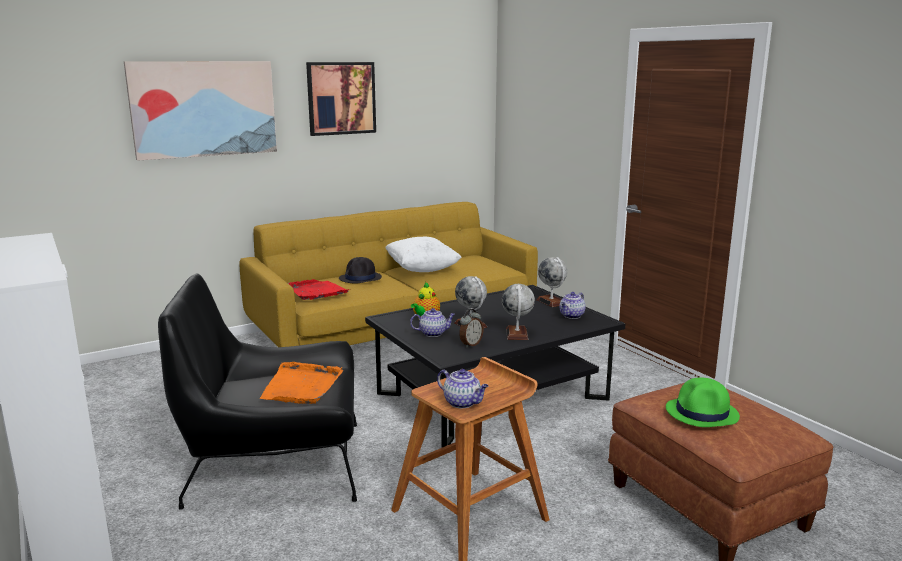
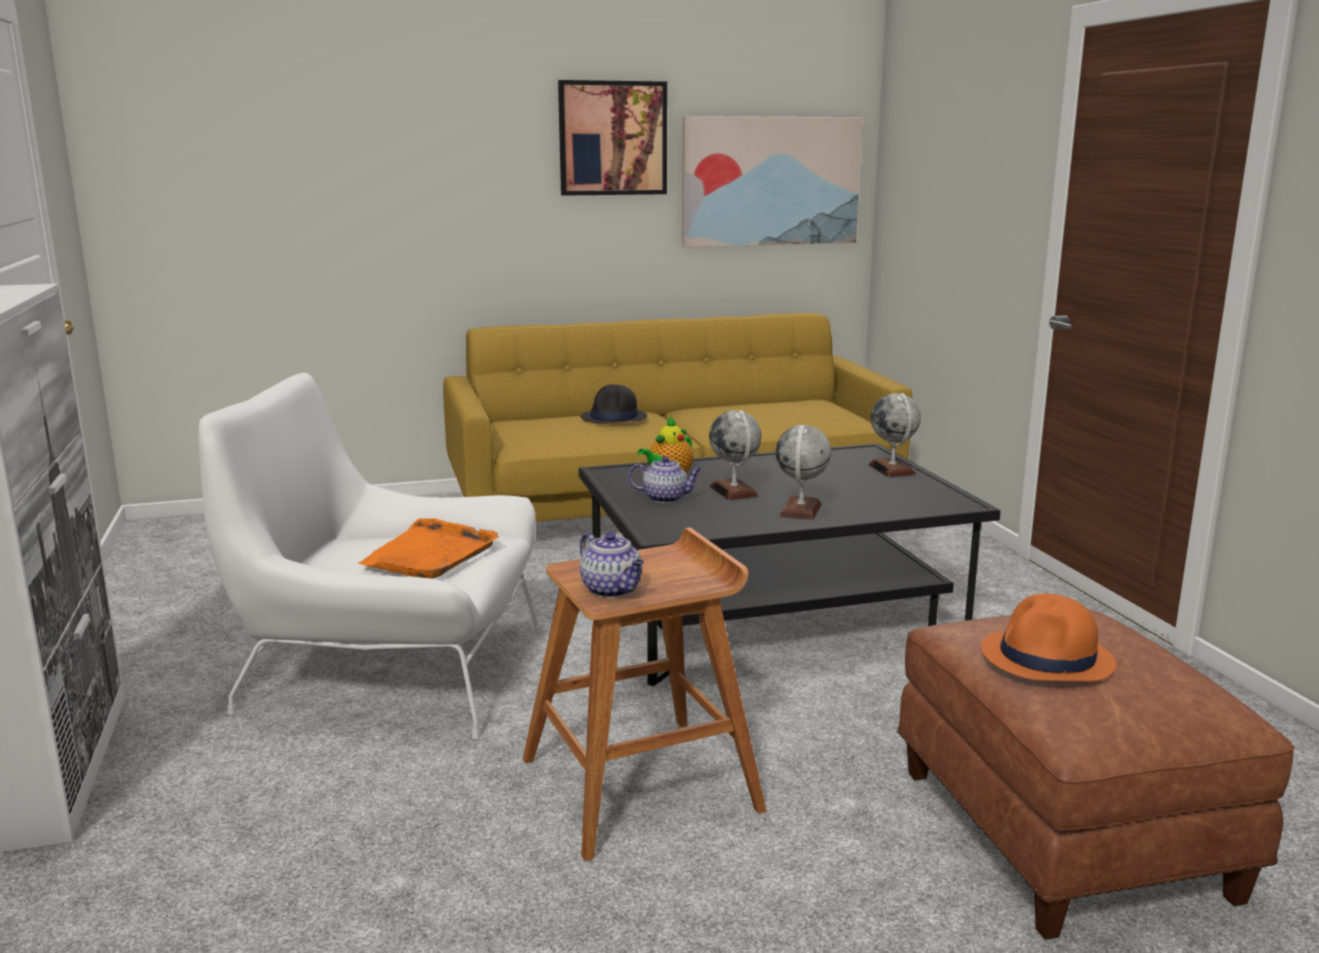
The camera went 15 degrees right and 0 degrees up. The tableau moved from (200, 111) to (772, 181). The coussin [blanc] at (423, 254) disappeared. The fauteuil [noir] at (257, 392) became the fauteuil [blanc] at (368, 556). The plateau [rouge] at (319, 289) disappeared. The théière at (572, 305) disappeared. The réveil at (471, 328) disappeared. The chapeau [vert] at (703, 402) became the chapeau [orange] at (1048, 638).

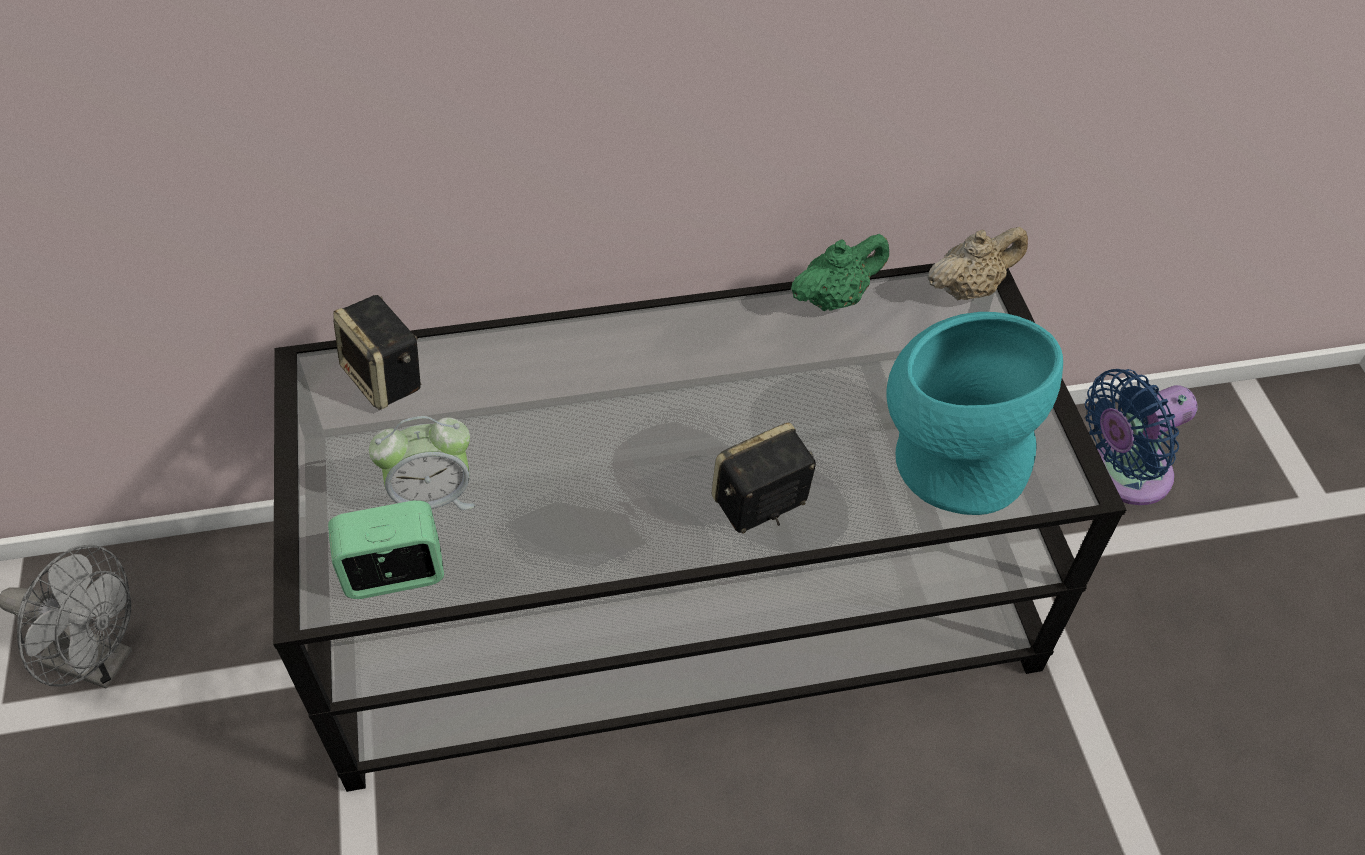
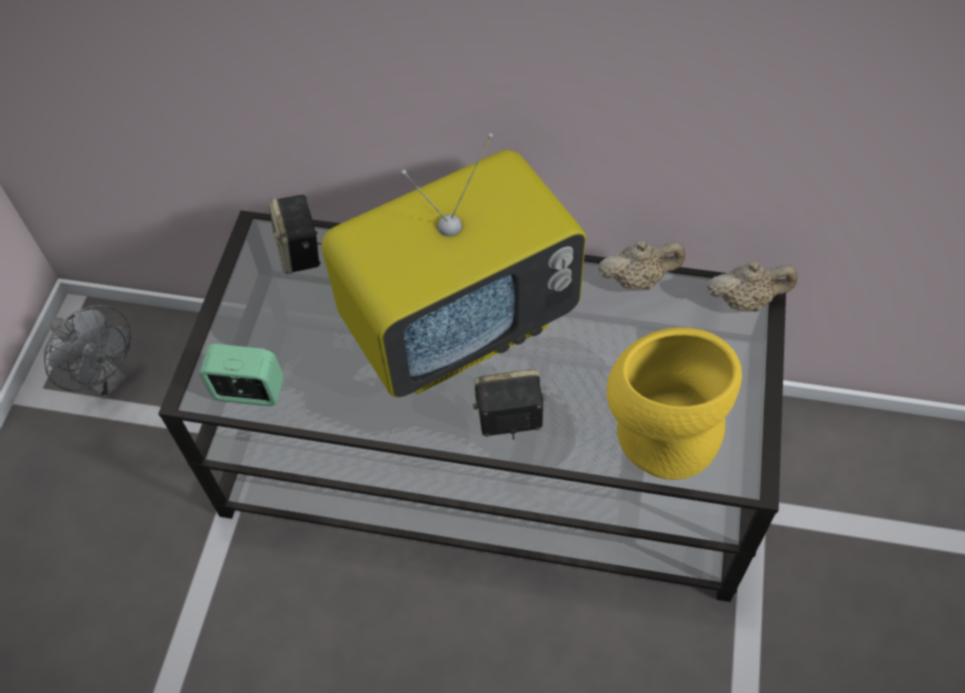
The camera went 25 degrees right and 5 degrees up. The théière [vert] at (839, 272) became the théière [beige] at (641, 265). The vase [turquoise] at (974, 413) became the vase [jaune] at (674, 403). The ventilateur [bleu] at (1141, 437) disappeared. The réveil at (422, 463) disappeared. The téléviseur at (454, 265) appeared.

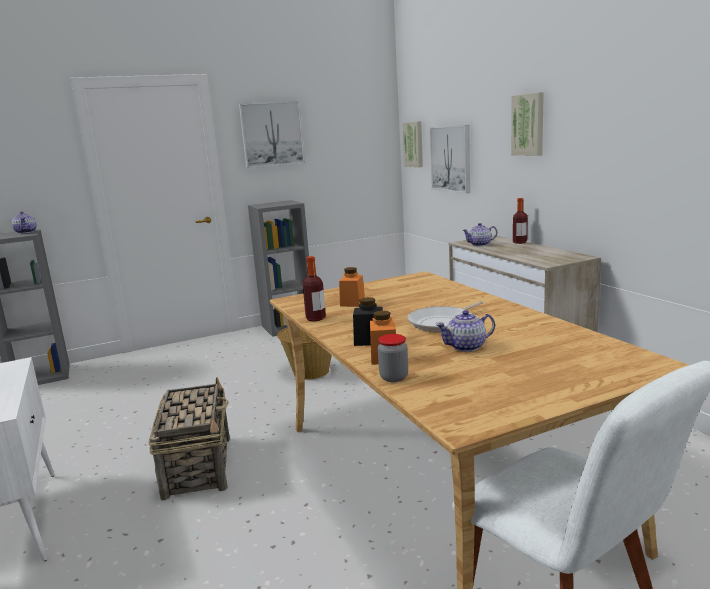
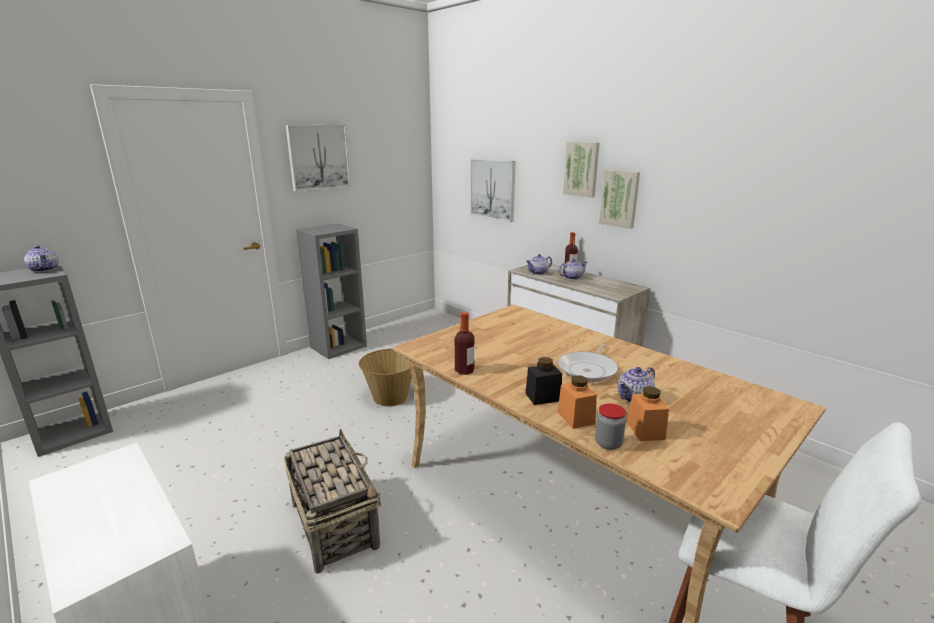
The camera went 20 degrees left and 5 degrees up. The tableau moved from (413, 144) to (619, 199). The bocal [orange] moved from (352, 287) to (648, 413). The théière at (572, 269) appeared.

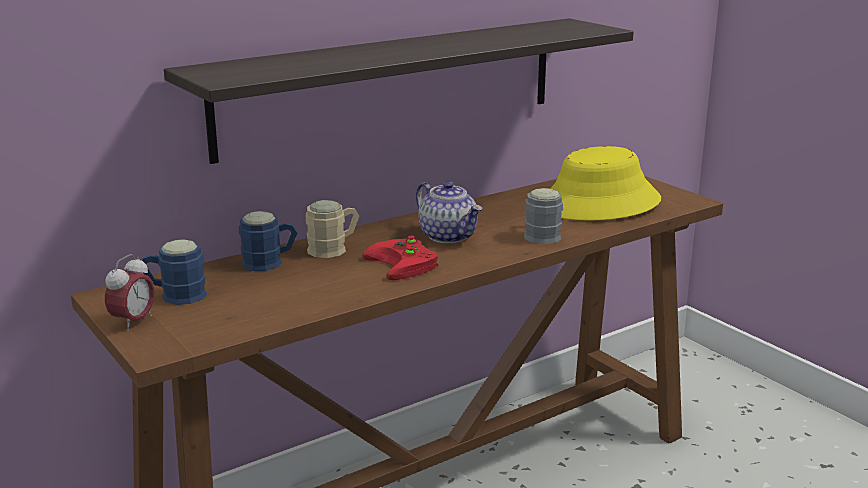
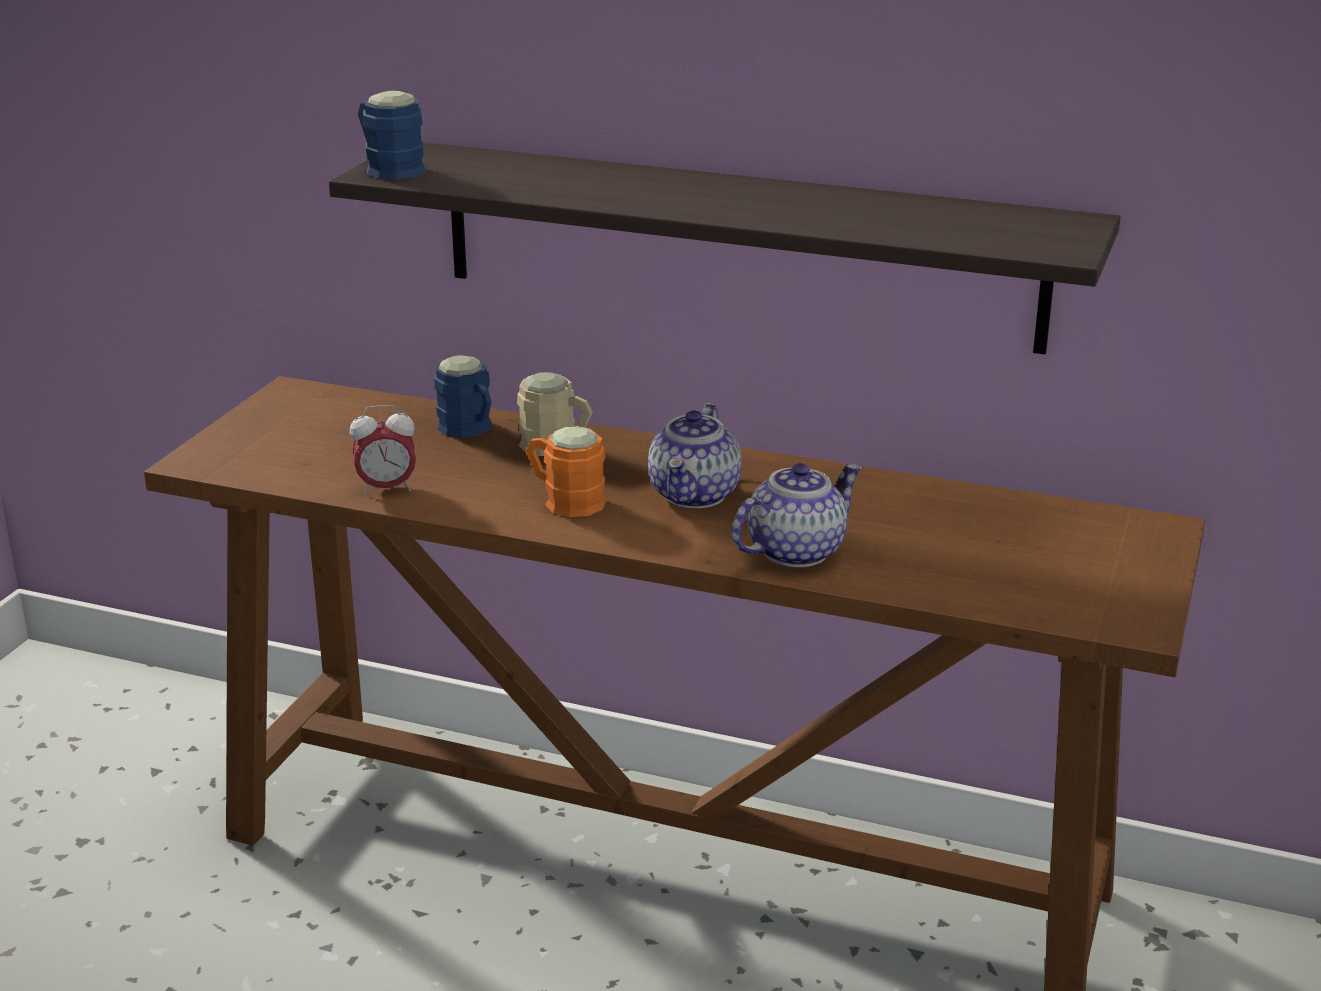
The camera went 55 degrees right and 5 degrees up. The chapeau [jaune] at (605, 183) disappeared. The mug [gris] at (543, 216) was replaced by the théière at (797, 515). The manette [rouge] at (400, 257) was replaced by the mug [orange] at (565, 471). The mug [bleu] moved from (174, 272) to (392, 135). The réveil moved from (130, 292) to (383, 450).

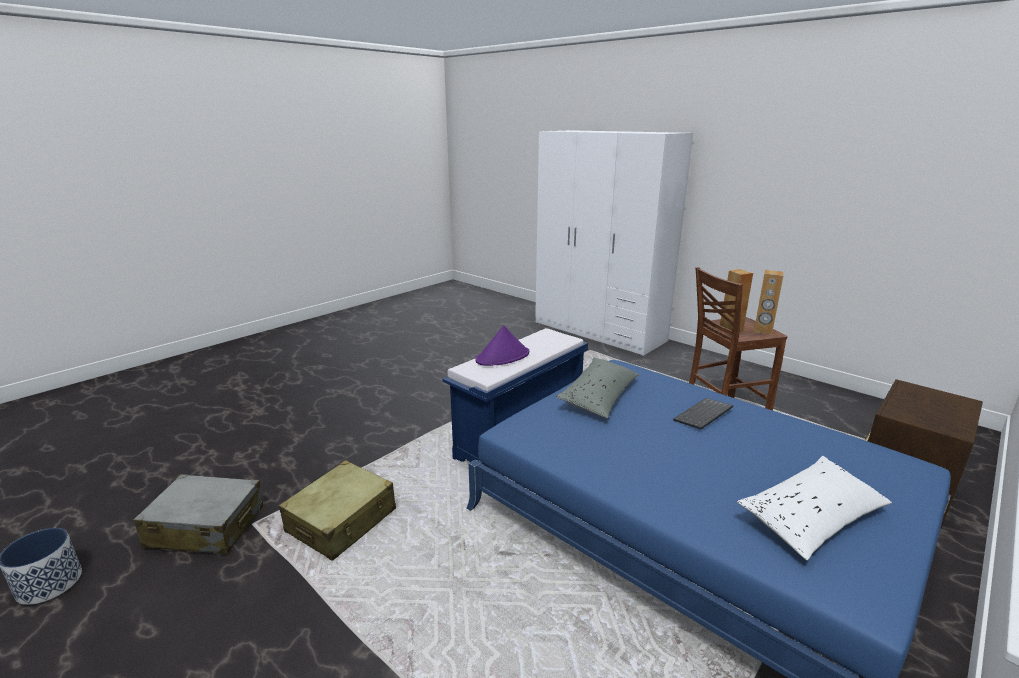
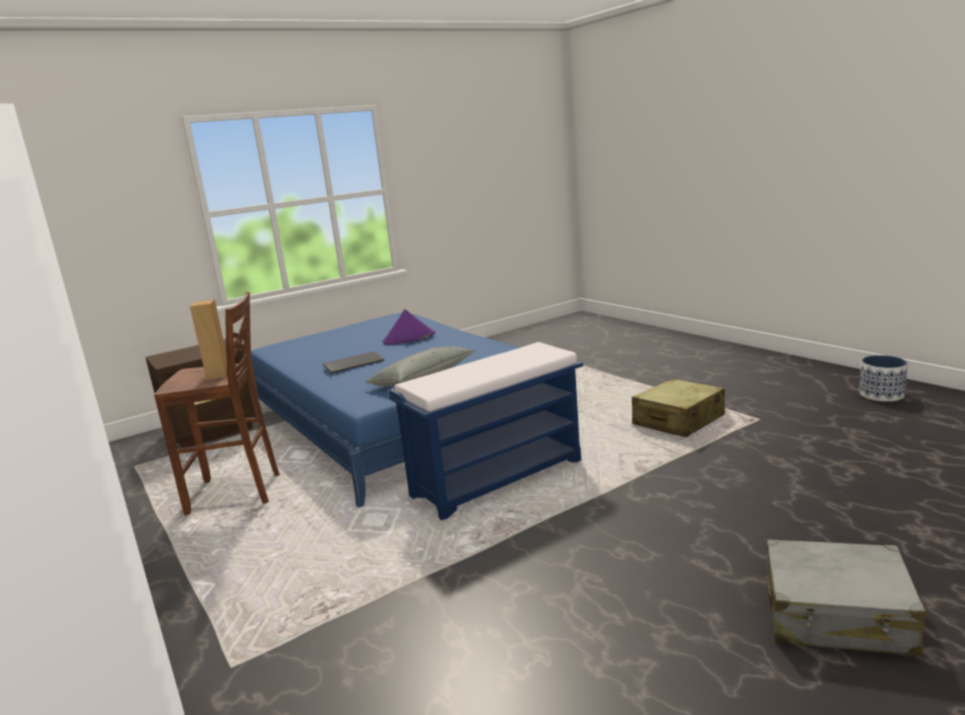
The camera went 165 degrees left and 5 degrees down. The enceinte [marron] at (769, 302) disappeared. The chapeau [violet] moved from (502, 345) to (409, 326). The coussin [blanc] at (814, 508) disappeared. The valise [gris] moved from (198, 514) to (846, 597).

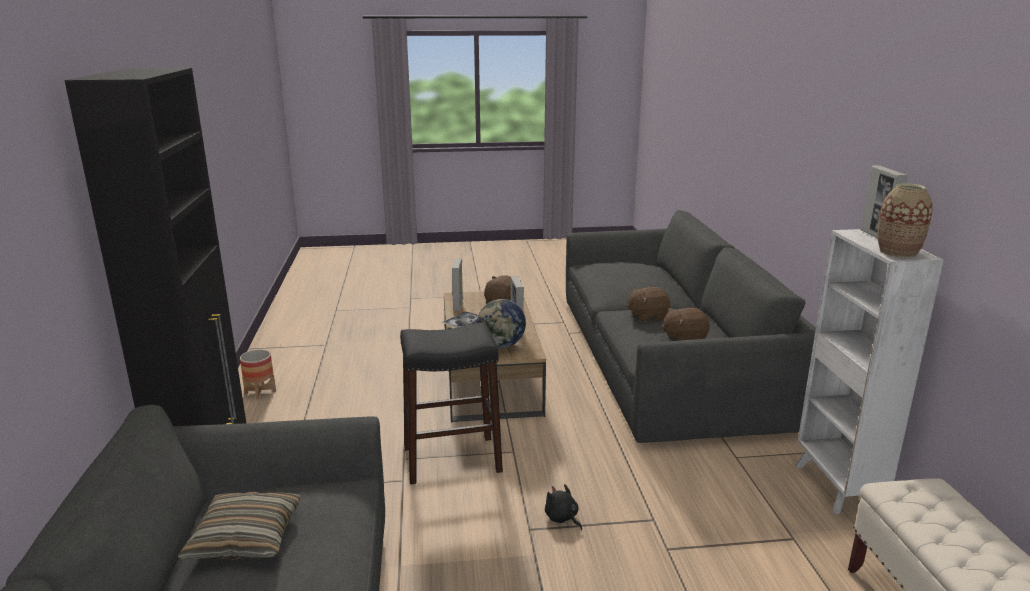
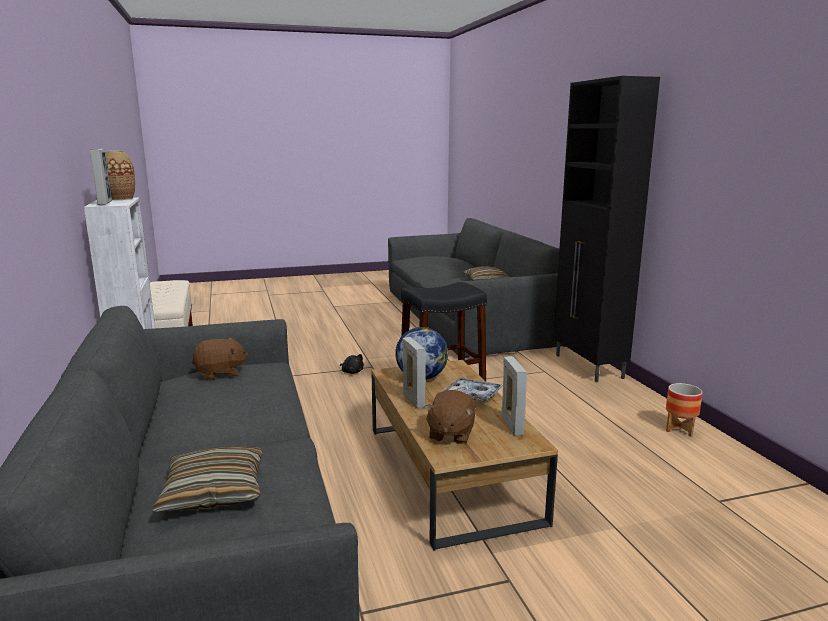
The camera went 170 degrees right and 5 degrees down. The peluche [marron] at (648, 304) disappeared. The coussin at (207, 479) appeared.

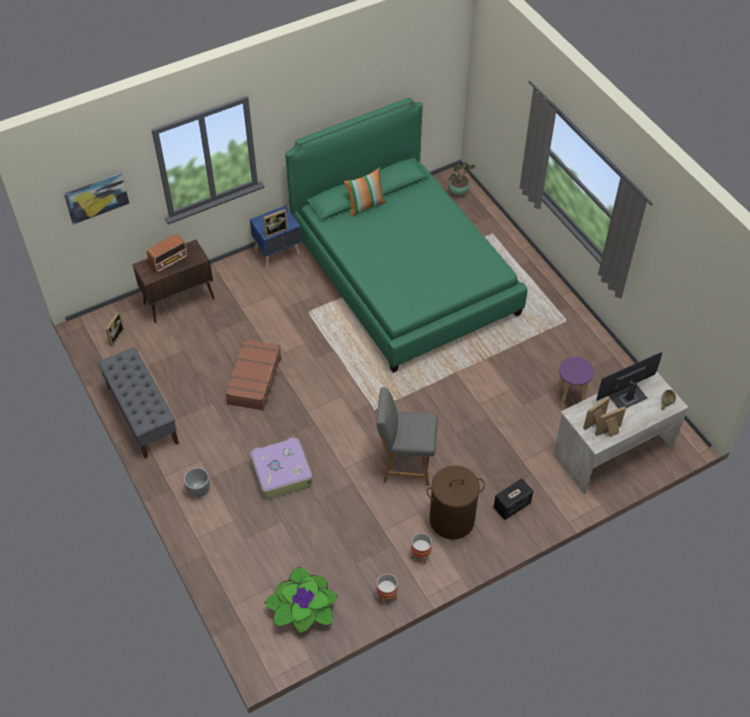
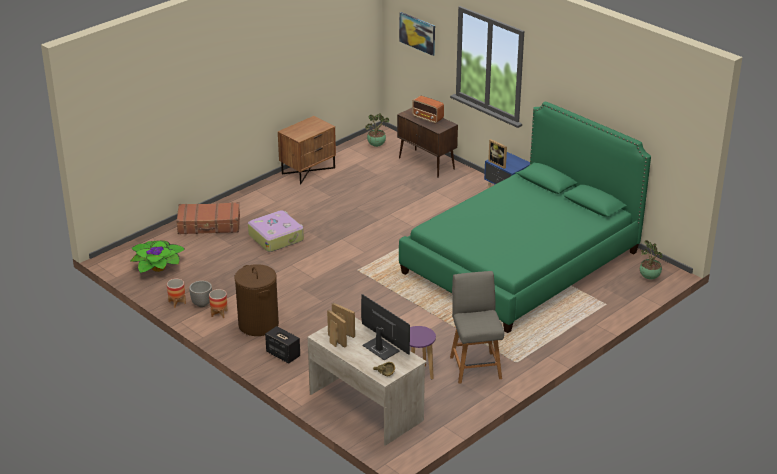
The camera went 75 degrees right and 20 degrees down. The coussin at (365, 192) disappeared. The cadre photo at (115, 329) was replaced by the plante en pot at (377, 130). The valise [marron] moved from (254, 375) to (208, 218). The banc [gris] at (138, 403) was replaced by the table de chevet [marron] at (307, 150). The chaise [gris] moved from (407, 436) to (477, 327). The cache-pot moved from (197, 482) to (200, 294).

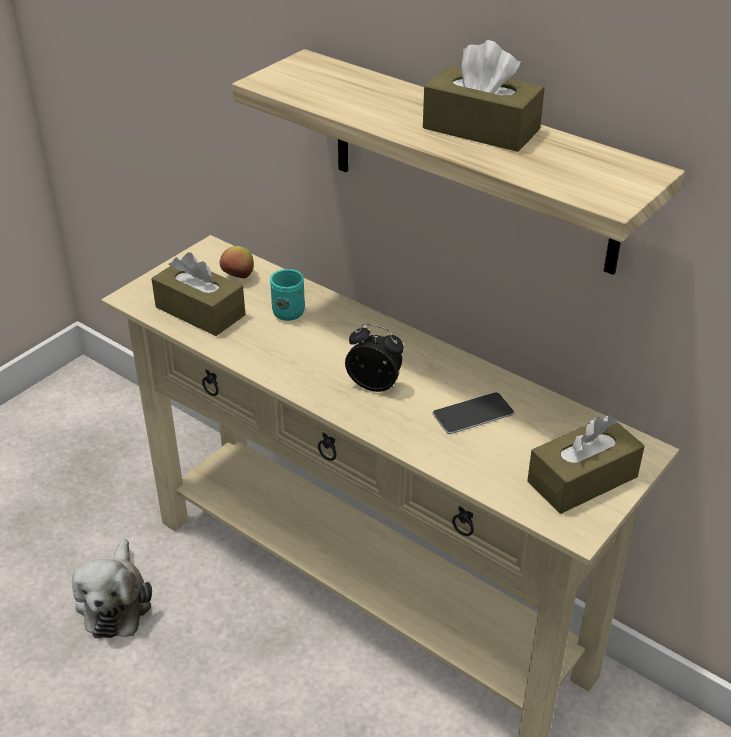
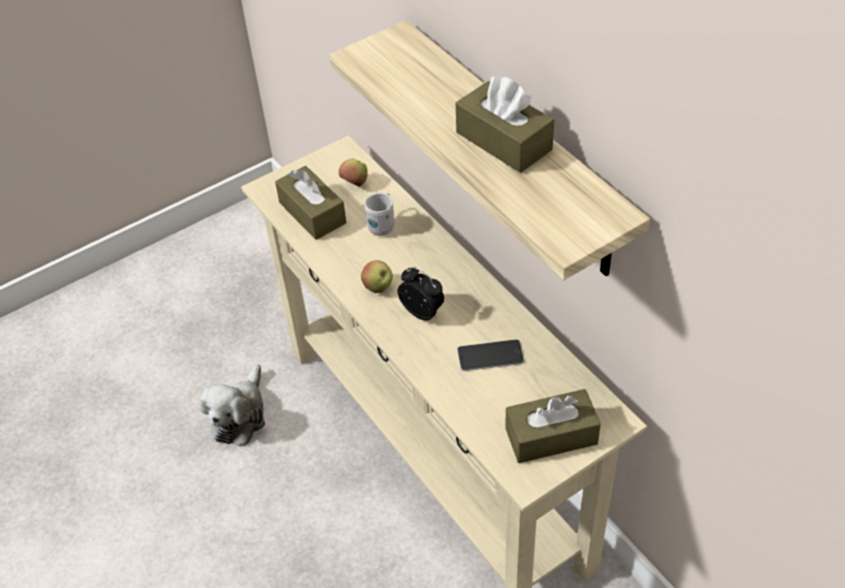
The camera went 20 degrees right and 10 degrees up. The mug [turquoise] at (287, 295) became the mug [blanc] at (379, 214). The pomme at (377, 276) appeared.

